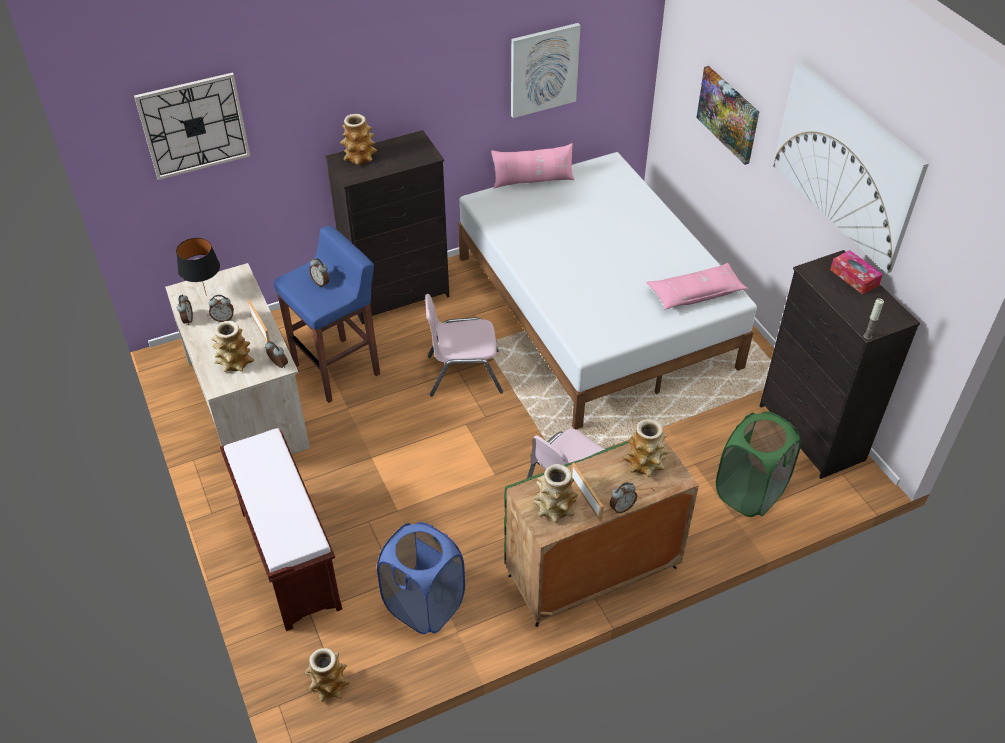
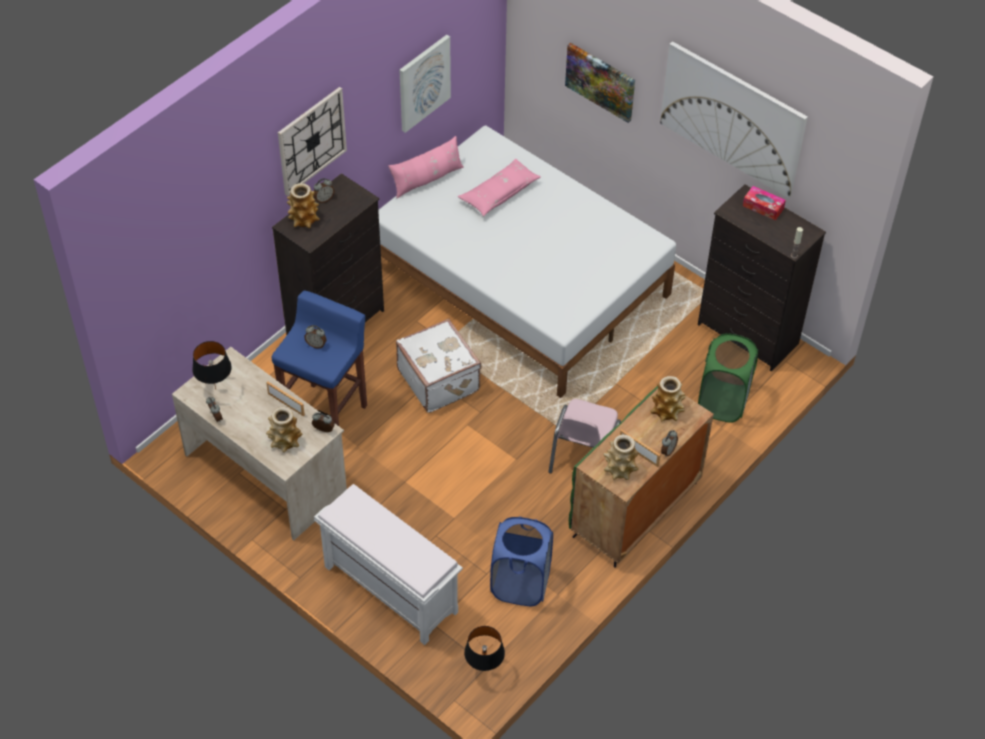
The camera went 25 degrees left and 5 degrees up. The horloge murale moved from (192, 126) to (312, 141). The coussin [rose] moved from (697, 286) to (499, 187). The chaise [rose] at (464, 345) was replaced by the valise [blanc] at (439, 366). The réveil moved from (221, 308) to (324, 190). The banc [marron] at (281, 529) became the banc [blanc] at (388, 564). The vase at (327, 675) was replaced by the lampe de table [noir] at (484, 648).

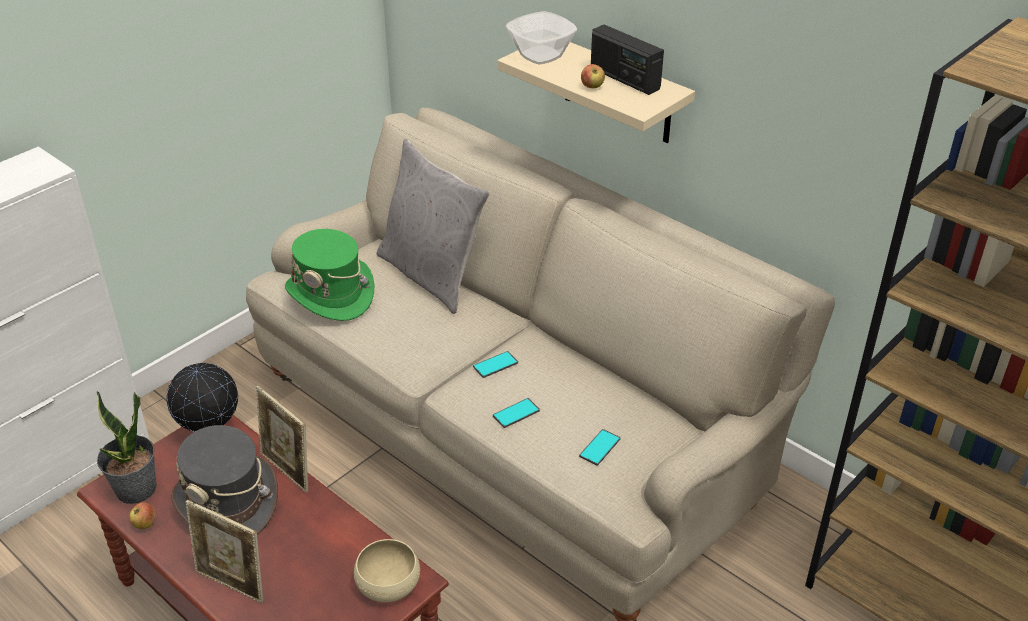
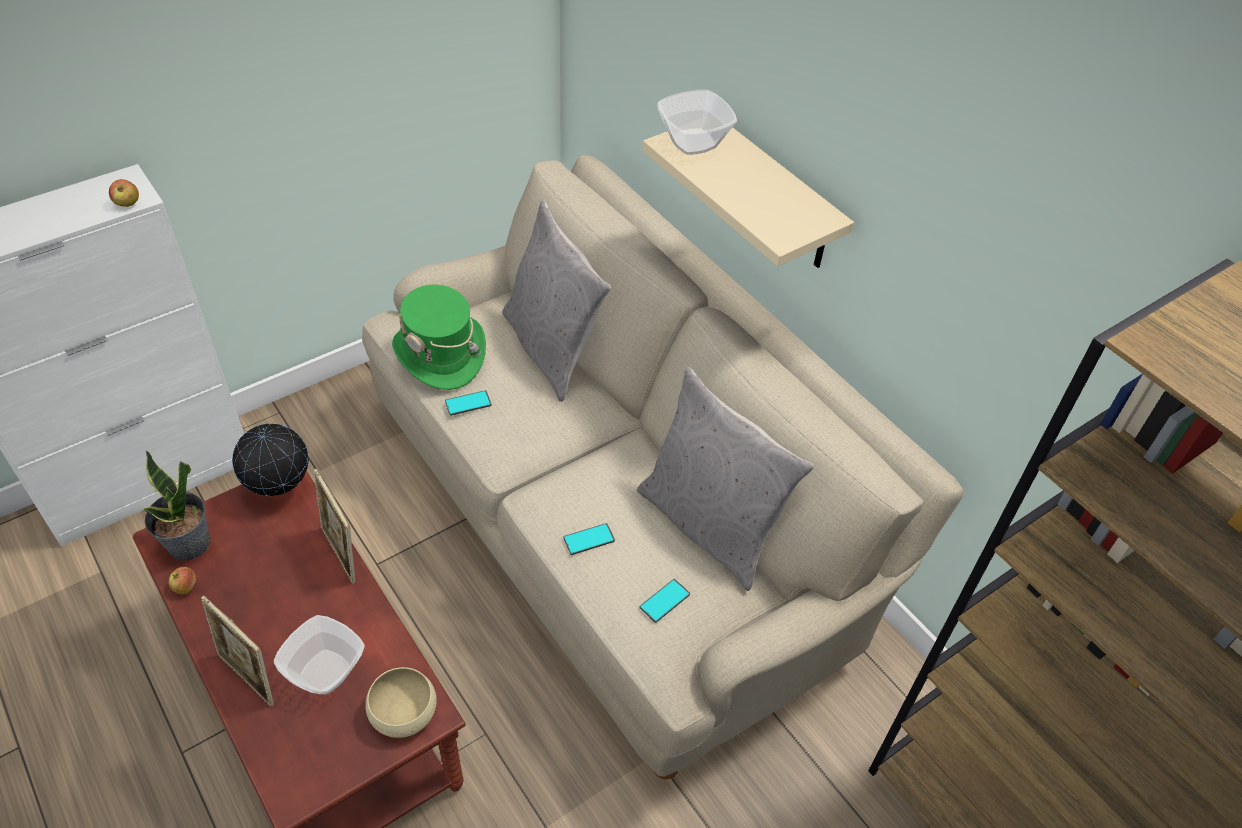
The camera went 10 degrees right and 10 degrees up. The radio at (627, 60) disappeared. The pomme moved from (593, 76) to (124, 193). The téléphone moved from (495, 364) to (468, 403). The chapeau [gris] at (224, 480) disappeared. The coussin [gris] at (725, 479) appeared. The bol at (319, 654) appeared.

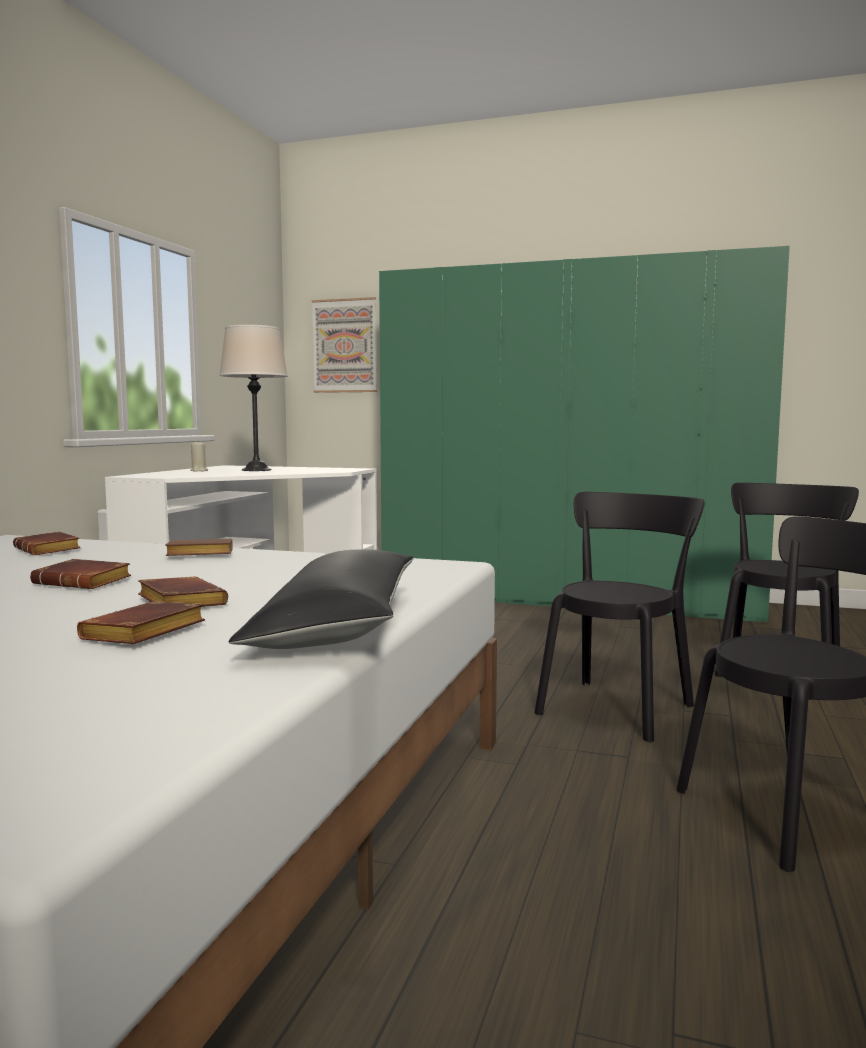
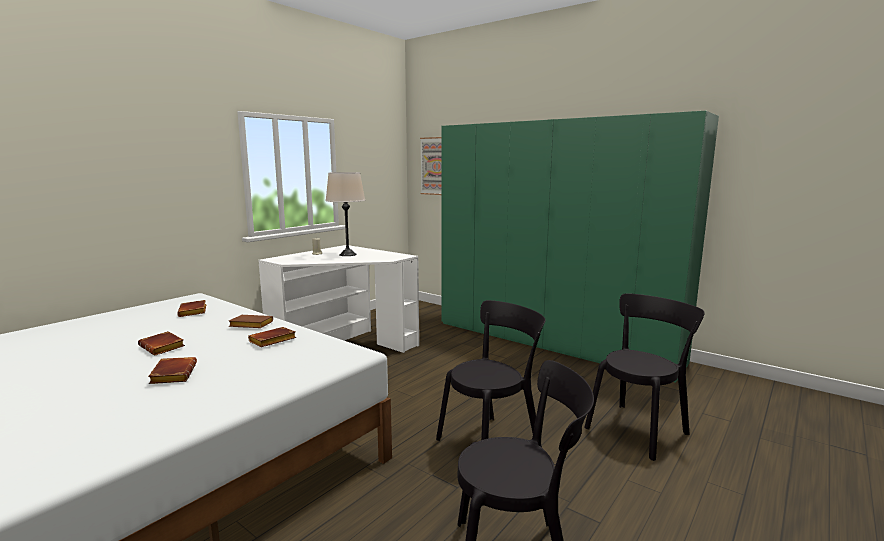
The camera went 20 degrees right and 5 degrees up. The coussin [noir] at (321, 599) disappeared. The livre [marron] moved from (141, 622) to (272, 337).

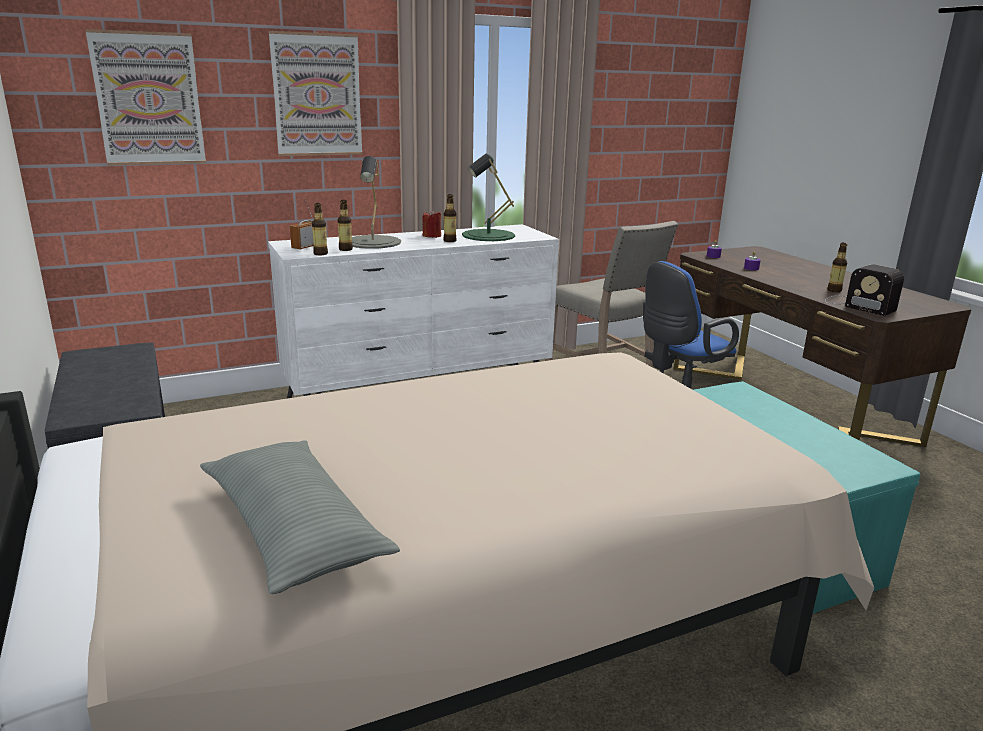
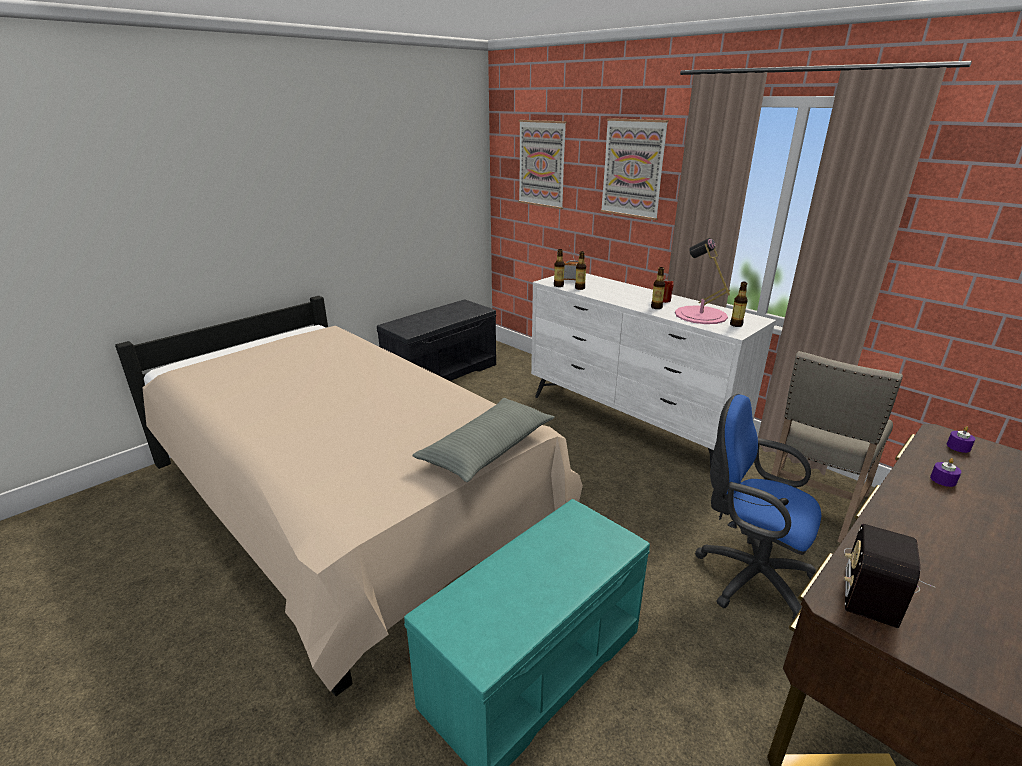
The camera went 70 degrees right and 5 degrees up. The lampe de table [vert] at (488, 197) became the lampe de table [rose] at (702, 281). The lampe de table [gris] at (376, 202) disappeared. The bouteille moved from (837, 267) to (739, 304). The coussin [gris] moved from (300, 517) to (483, 440).

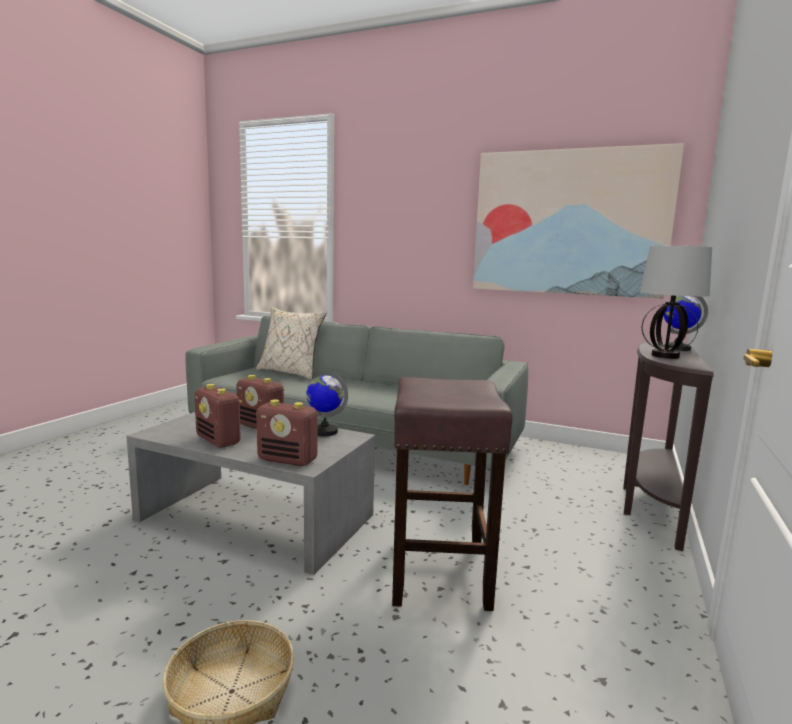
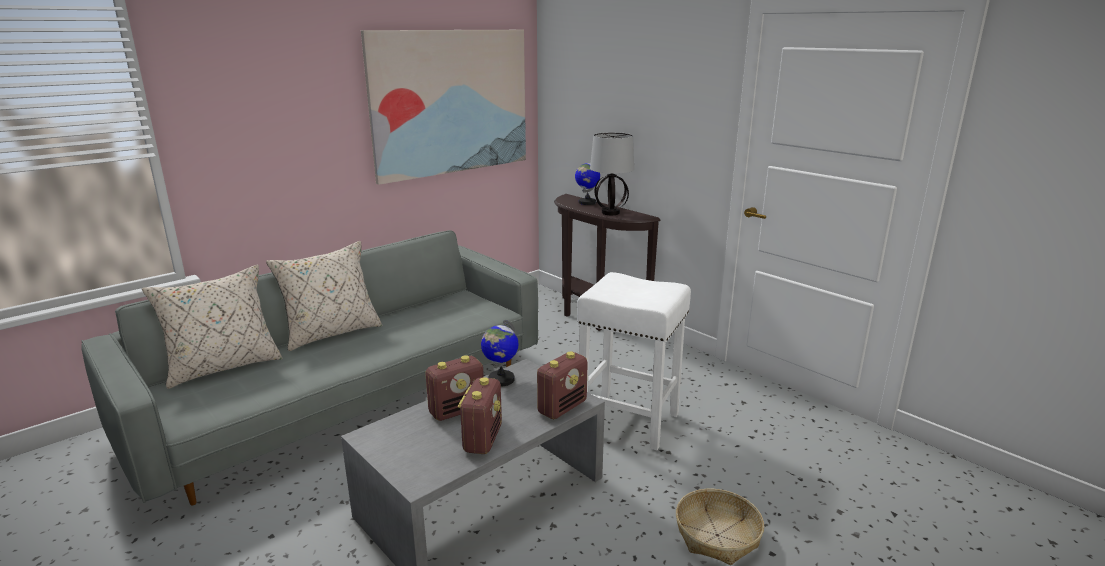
The camera went 65 degrees left and 10 degrees up. The tabouret [marron] at (452, 494) became the tabouret [blanc] at (634, 361). The radio at (218, 416) turned 60 degrees counterclockwise. The coussin [beige] at (324, 296) appeared.

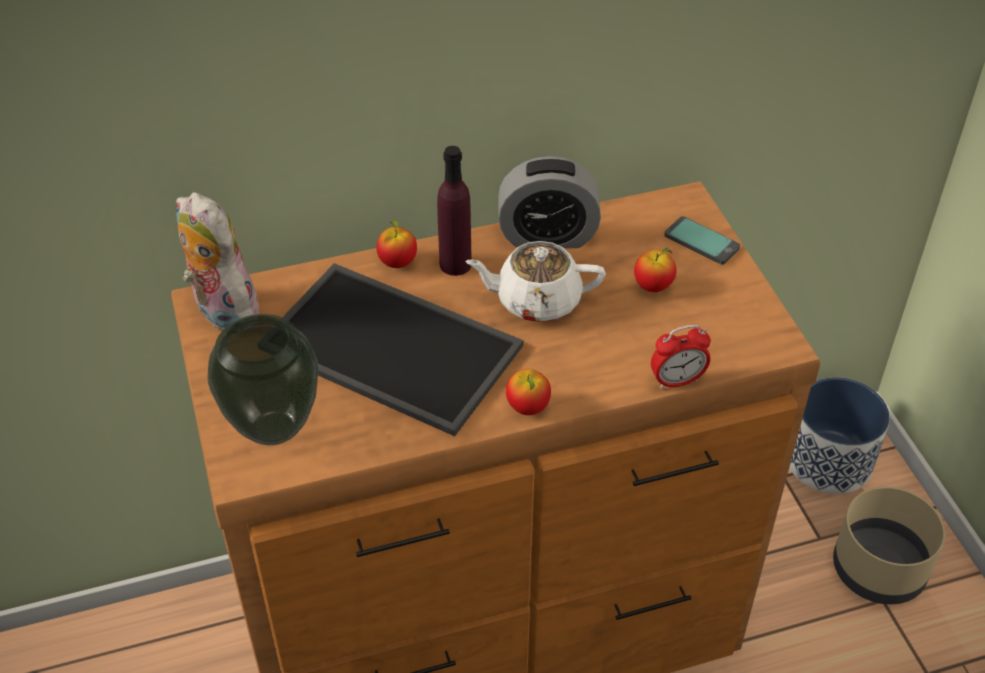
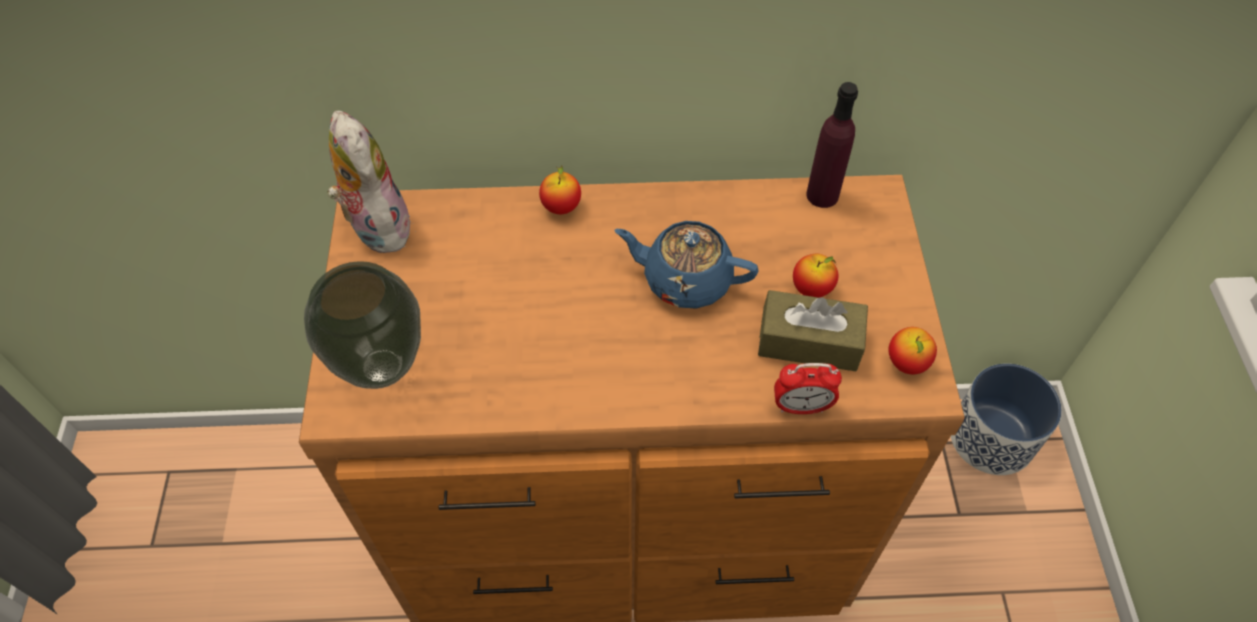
The camera went 15 degrees right and 10 degrees up. The bouteille [violet] moved from (454, 211) to (832, 145). The réveil at (549, 202) disappeared. The téléphone at (702, 240) disappeared. The théière [blanc] at (535, 281) became the théière [bleu] at (686, 265). The plateau at (403, 349) disappeared. The pomme moved from (528, 392) to (912, 350). The cache-pot [beige] at (889, 545) disappeared. The boîte à mouchoirs [marron] at (813, 330) appeared.

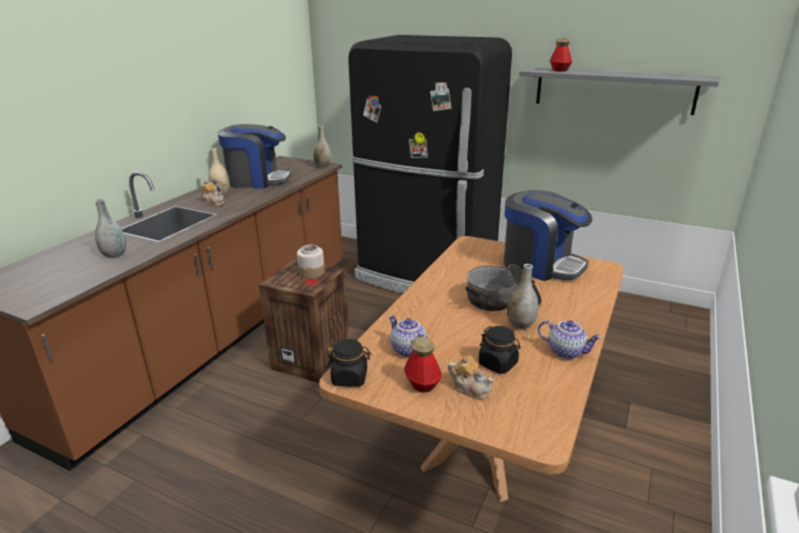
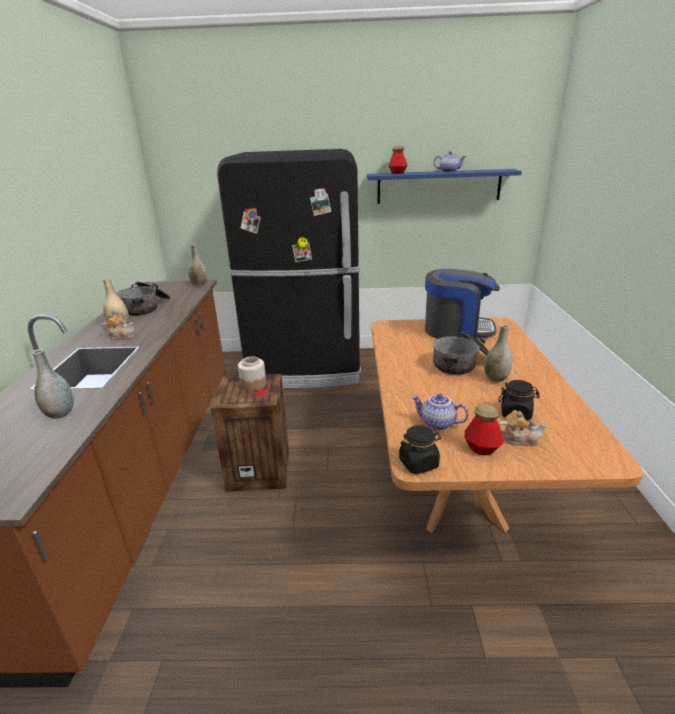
The camera went 25 degrees left and 0 degrees up. The étagère [gris] at (619, 91) became the étagère [bleu] at (444, 186). The machine à café at (255, 156) was replaced by the marmite at (143, 299). The théière moved from (570, 339) to (450, 161).

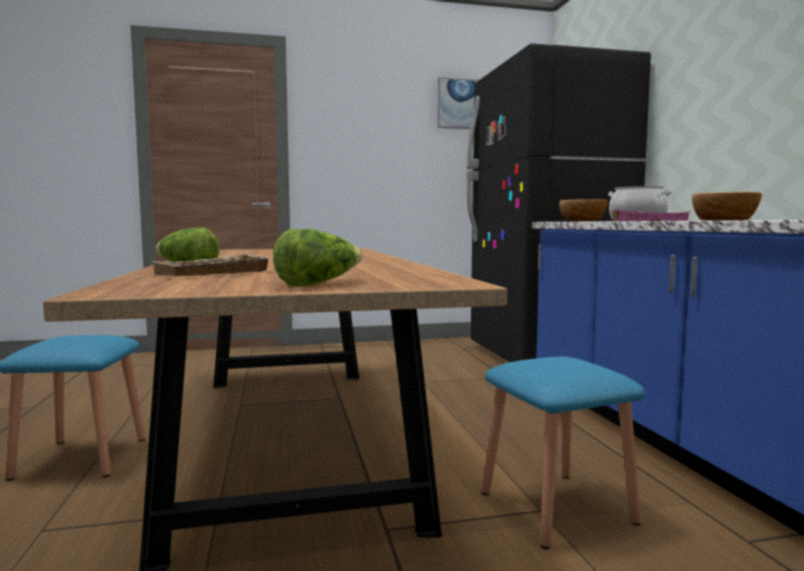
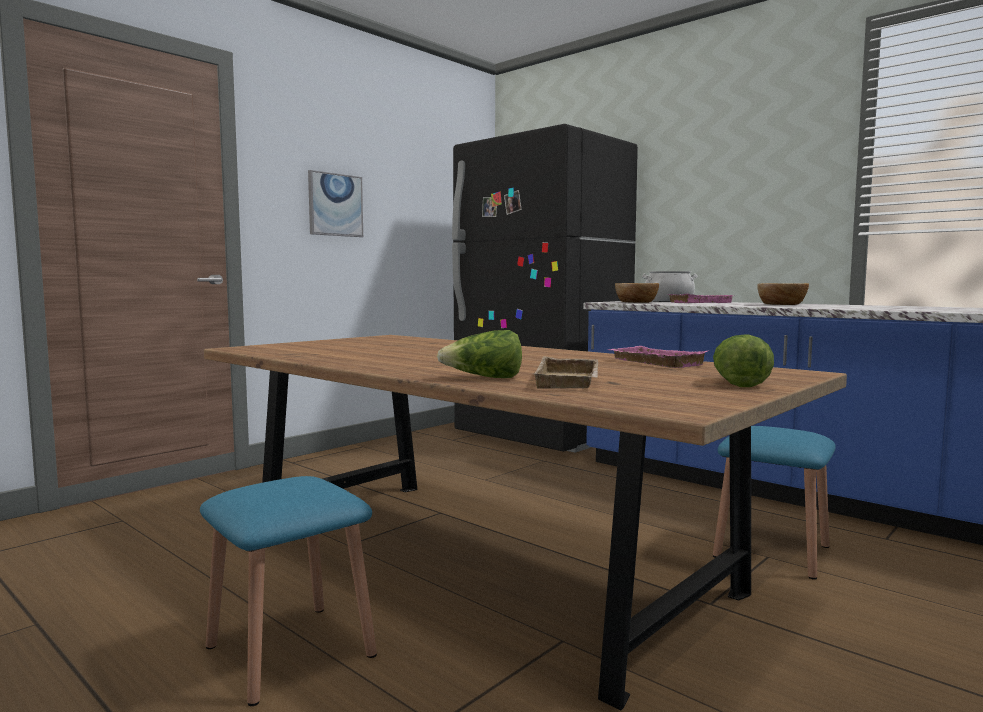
The camera went 35 degrees left and 0 degrees up. The tableau moved from (458, 103) to (335, 203). The plateau [rose] at (657, 357) appeared.

